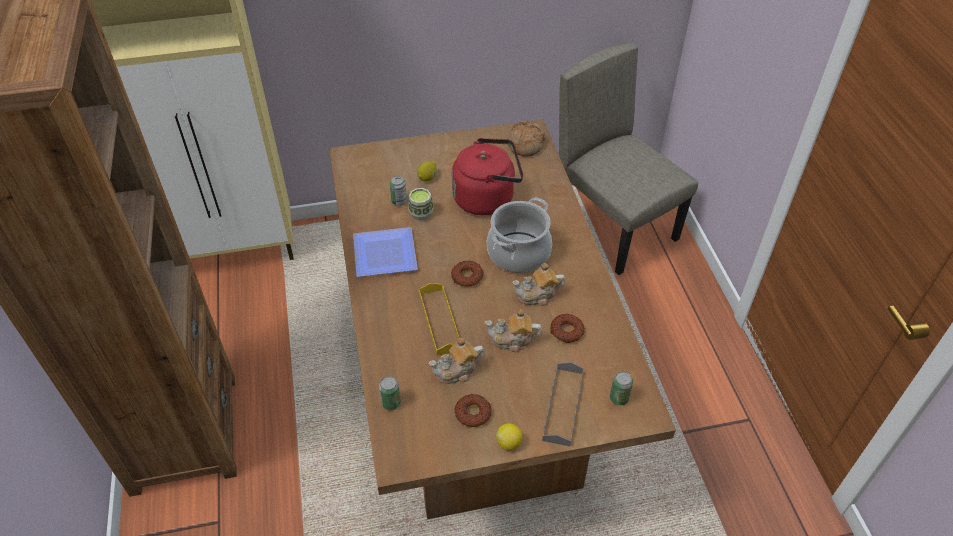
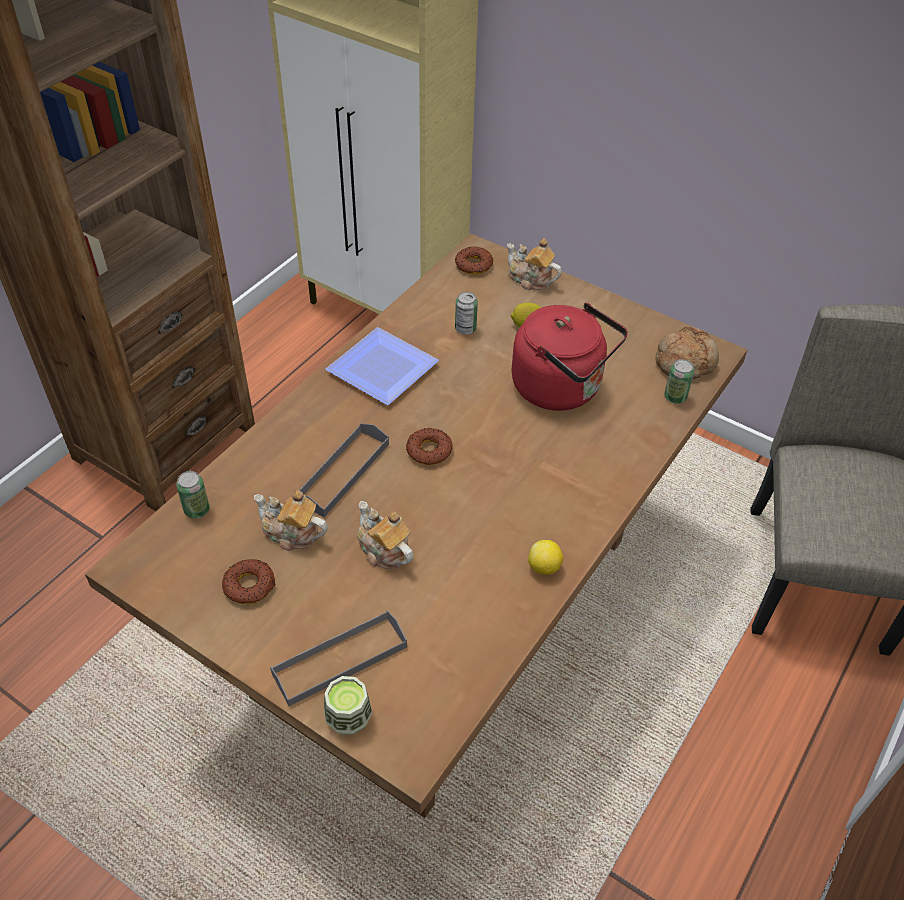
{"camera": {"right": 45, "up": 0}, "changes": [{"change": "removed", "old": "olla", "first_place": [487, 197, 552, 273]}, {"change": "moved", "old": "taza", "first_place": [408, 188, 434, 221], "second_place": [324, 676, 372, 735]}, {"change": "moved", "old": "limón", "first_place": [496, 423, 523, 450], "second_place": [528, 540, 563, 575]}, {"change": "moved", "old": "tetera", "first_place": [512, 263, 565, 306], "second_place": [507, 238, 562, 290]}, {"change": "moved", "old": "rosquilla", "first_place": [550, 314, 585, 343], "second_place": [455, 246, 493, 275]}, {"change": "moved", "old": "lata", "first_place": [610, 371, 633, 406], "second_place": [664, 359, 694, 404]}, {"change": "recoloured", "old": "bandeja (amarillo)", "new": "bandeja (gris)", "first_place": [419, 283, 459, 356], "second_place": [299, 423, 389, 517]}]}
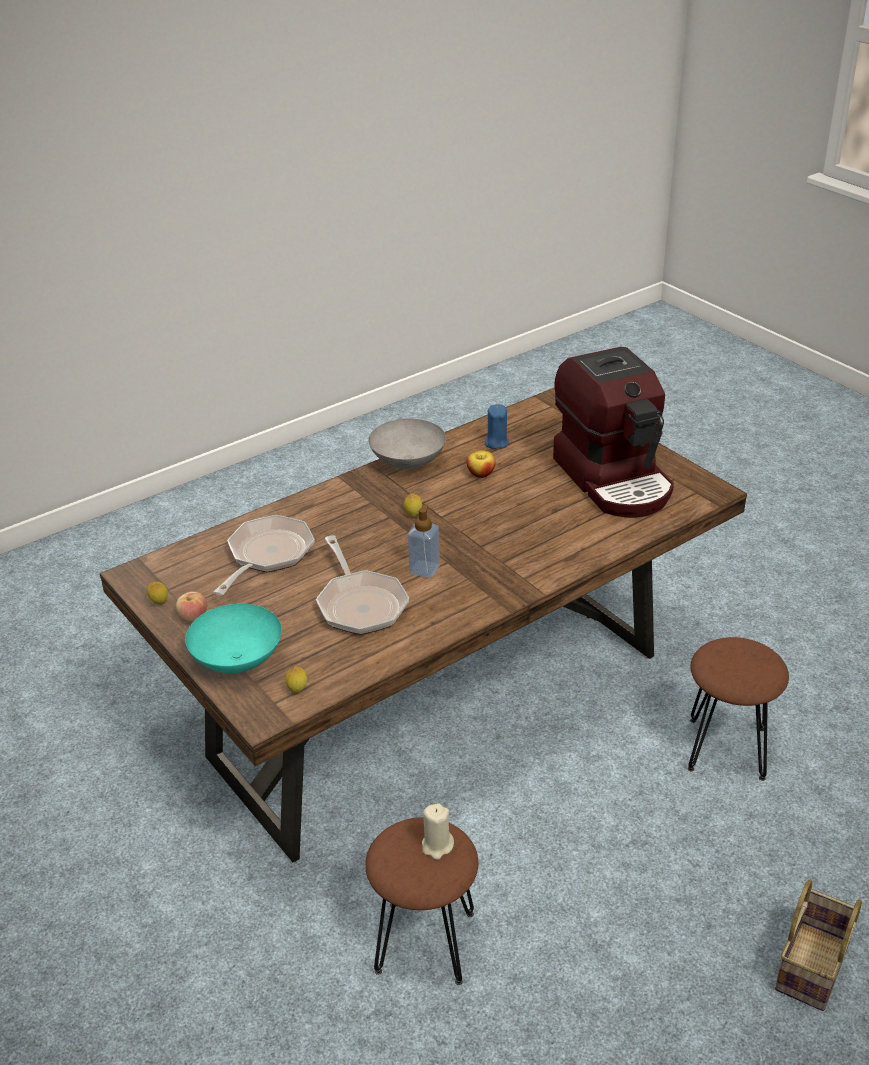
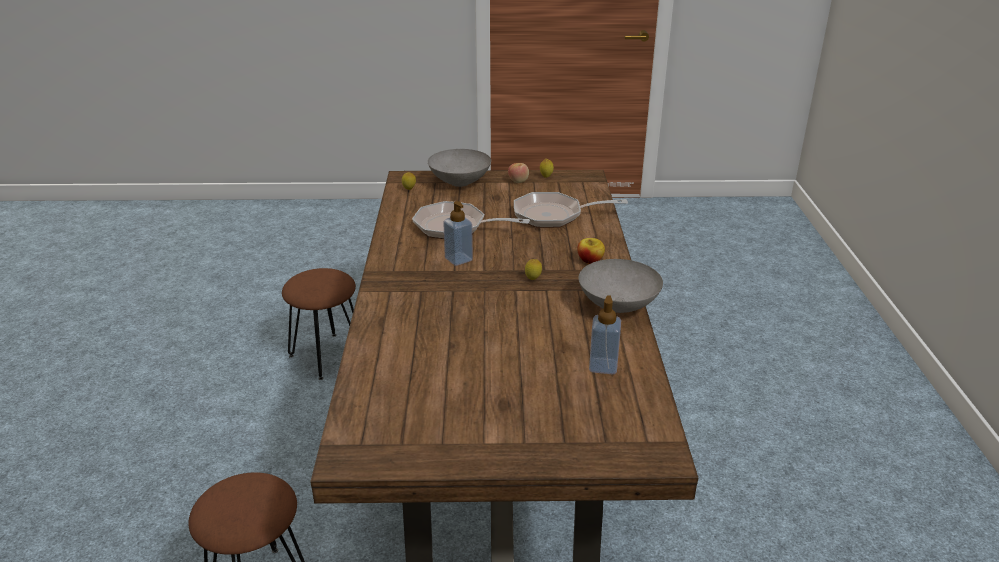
{"camera": {"right": 125, "up": -5}, "changes": [{"change": "removed", "old": "vela (beis)", "first_place": [422, 803, 454, 860]}, {"change": "removed", "old": "cafetera", "first_place": [553, 347, 674, 518]}, {"change": "removed", "old": "cesta", "first_place": [775, 880, 862, 1011]}, {"change": "moved", "old": "manzana", "first_place": [467, 450, 495, 478], "second_place": [577, 238, 605, 264]}, {"change": "replaced", "old": "vela (azul)", "new": "dispensador de jabón", "first_place": [485, 404, 509, 449], "second_place": [589, 295, 621, 374]}, {"change": "recoloured", "old": "cuenco (turquesa)", "new": "cuenco (gris)", "first_place": [185, 603, 282, 673], "second_place": [428, 149, 491, 187]}, {"change": "turned", "old": "sartén", "first_place": [213, 515, 315, 595], "second_place": [514, 192, 628, 228], "degrees": 120}]}
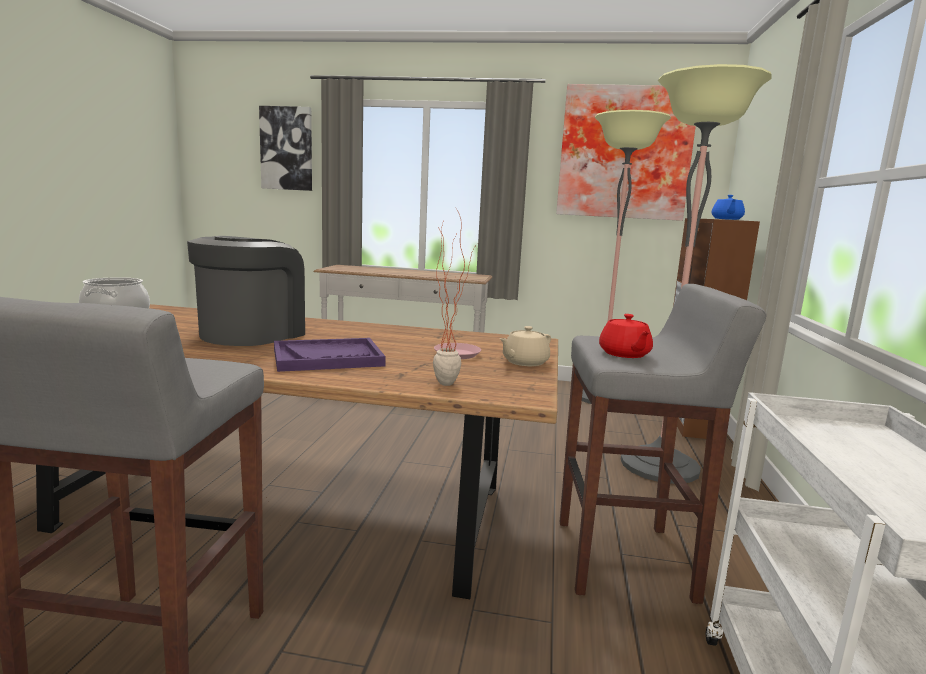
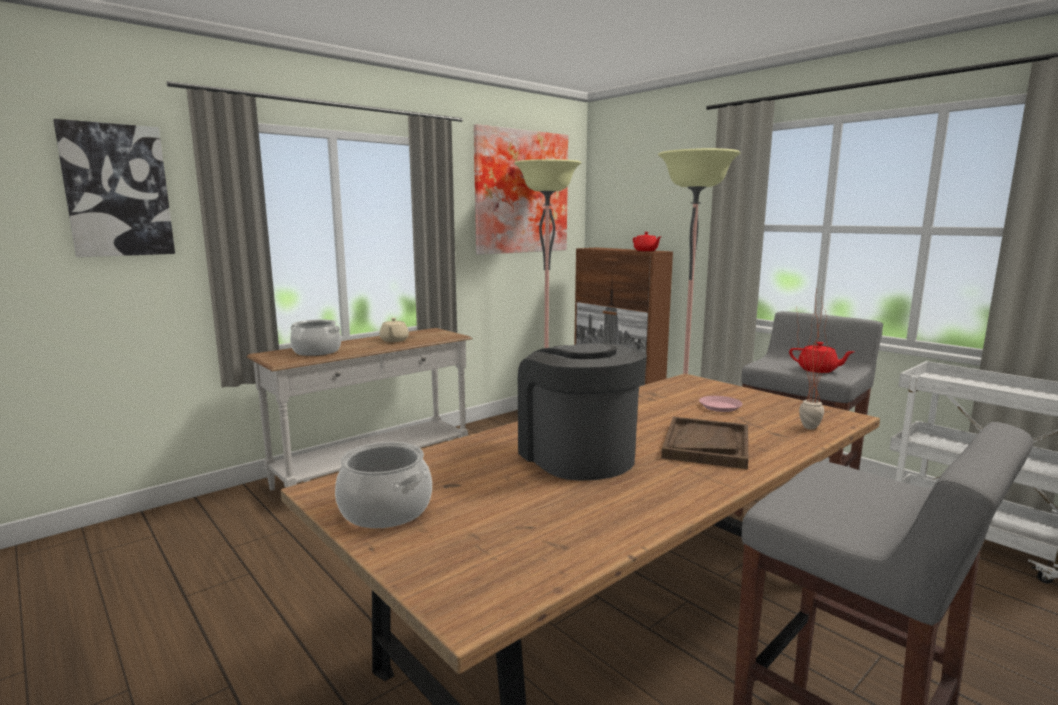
{"camera": {"right": -50, "up": 0}, "changes": [{"change": "added", "new": "olla", "second_place": [290, 319, 341, 356]}, {"change": "moved", "old": "tetera (beis)", "first_place": [500, 326, 551, 366], "second_place": [379, 318, 409, 342]}, {"change": "recoloured", "old": "bandeja (morado)", "new": "bandeja (marrón)", "first_place": [274, 338, 386, 372], "second_place": [661, 417, 748, 469]}, {"change": "recoloured", "old": "tetera (azul)", "new": "tetera (rojo)", "first_place": [712, 195, 745, 220], "second_place": [633, 232, 661, 251]}]}
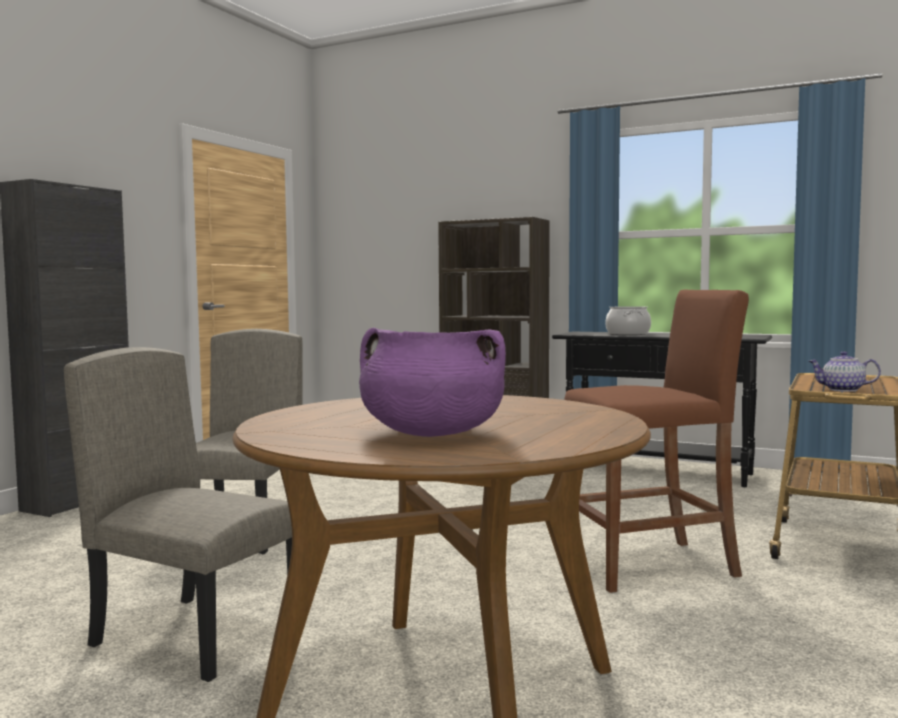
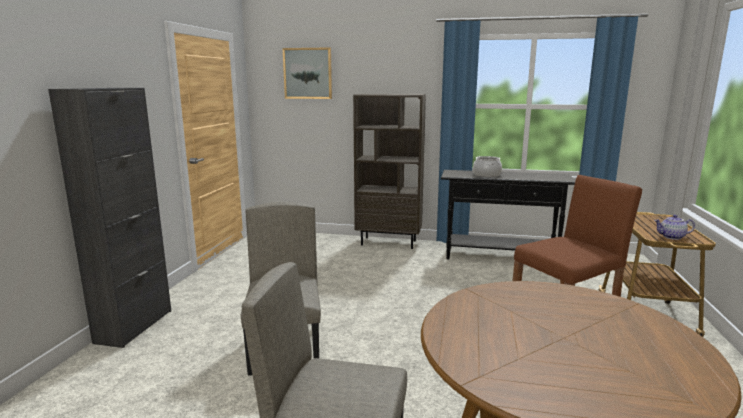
{"camera": {"right": -15, "up": 10}, "changes": [{"change": "removed", "old": "olla (morado)", "first_place": [359, 328, 506, 437]}, {"change": "added", "new": "cuadro", "second_place": [283, 47, 332, 99]}]}
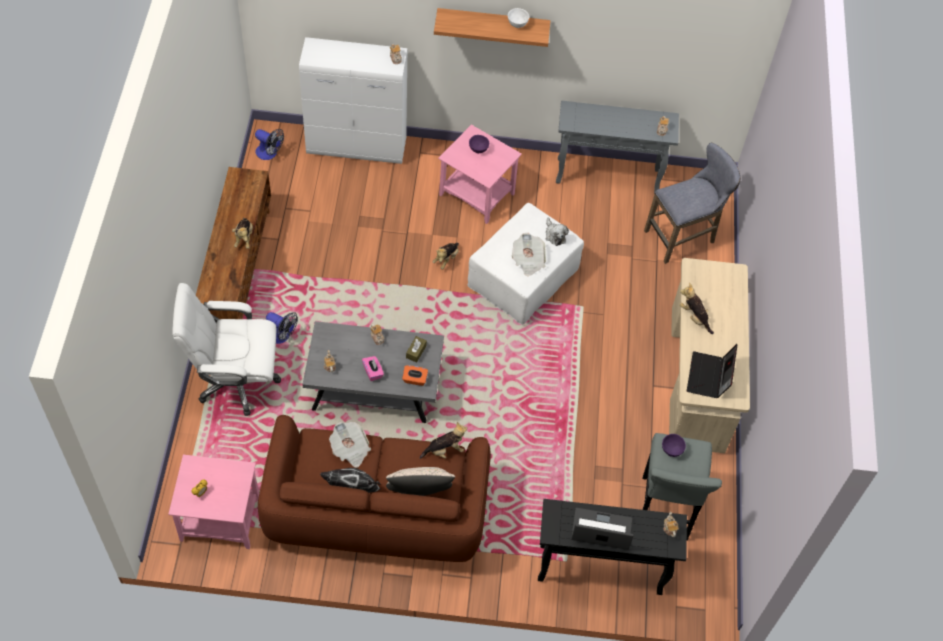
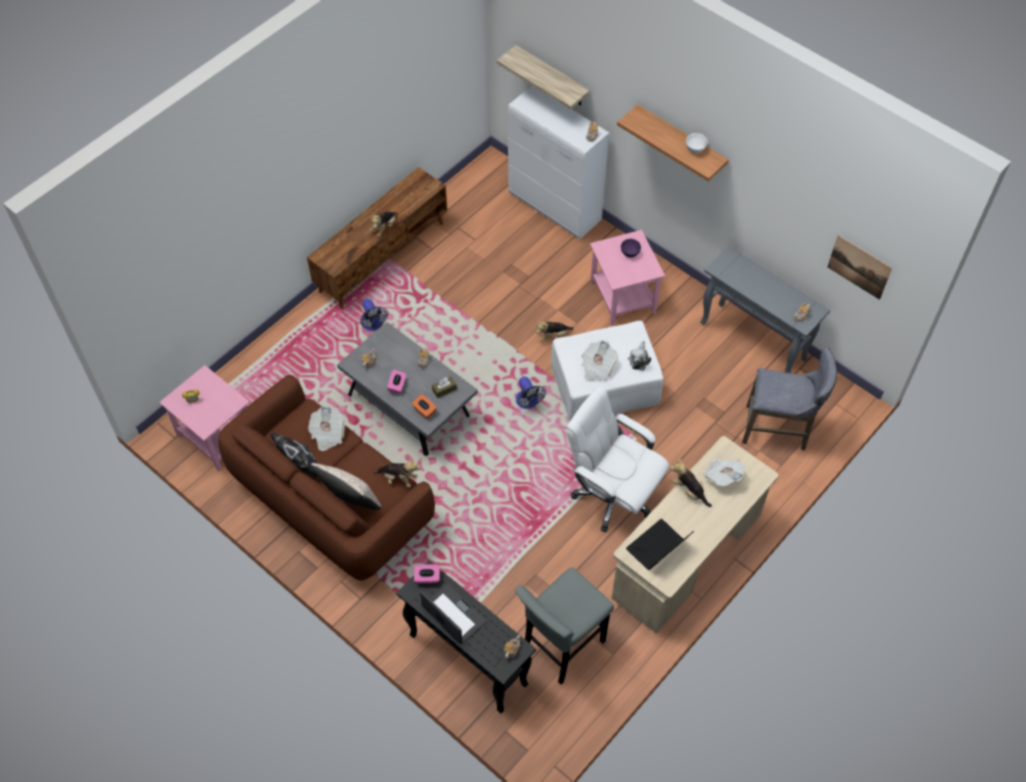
{"camera": {"right": 40, "up": 0}, "changes": [{"change": "removed", "old": "cuenco (morado)", "first_place": [662, 434, 686, 457]}, {"change": "added", "new": "caja de pañuelos (rosa)", "second_place": [414, 564, 440, 584]}, {"change": "added", "new": "estante", "second_place": [497, 45, 590, 109]}, {"change": "added", "new": "periódico", "second_place": [703, 458, 746, 486]}, {"change": "added", "new": "cuadro", "second_place": [828, 235, 892, 300]}, {"change": "moved", "old": "silla de oficina (blanco)", "first_place": [172, 283, 281, 416], "second_place": [566, 385, 670, 532]}, {"change": "moved", "old": "ventilador", "first_place": [255, 129, 284, 160], "second_place": [516, 376, 546, 409]}, {"change": "turned", "old": "peluche", "first_place": [680, 283, 714, 334], "second_place": [670, 459, 712, 507], "degrees": -45}]}
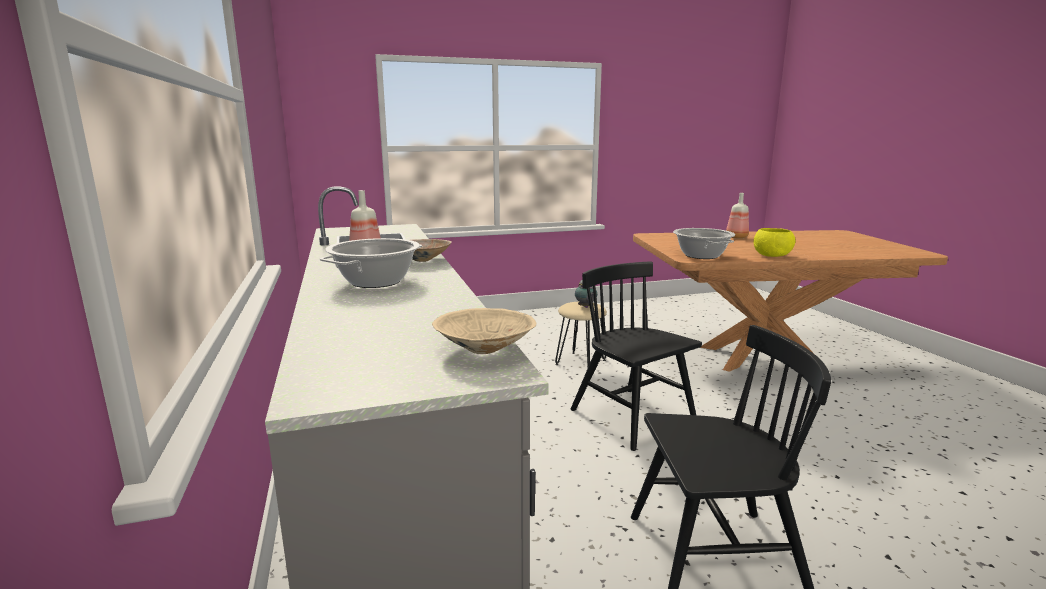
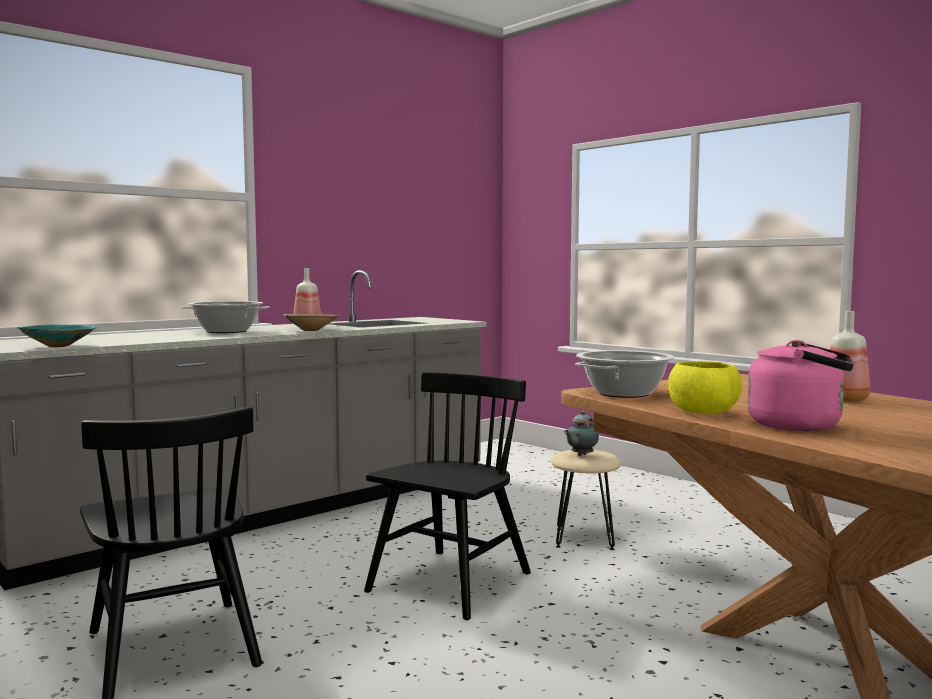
{"camera": {"right": 65, "up": -10}, "changes": [{"change": "added", "new": "hervidor (rosa)", "second_place": [748, 340, 854, 431]}, {"change": "recoloured", "old": "cuenco (beis)", "new": "cuenco (turquesa)", "first_place": [432, 308, 537, 354], "second_place": [17, 324, 96, 347]}]}
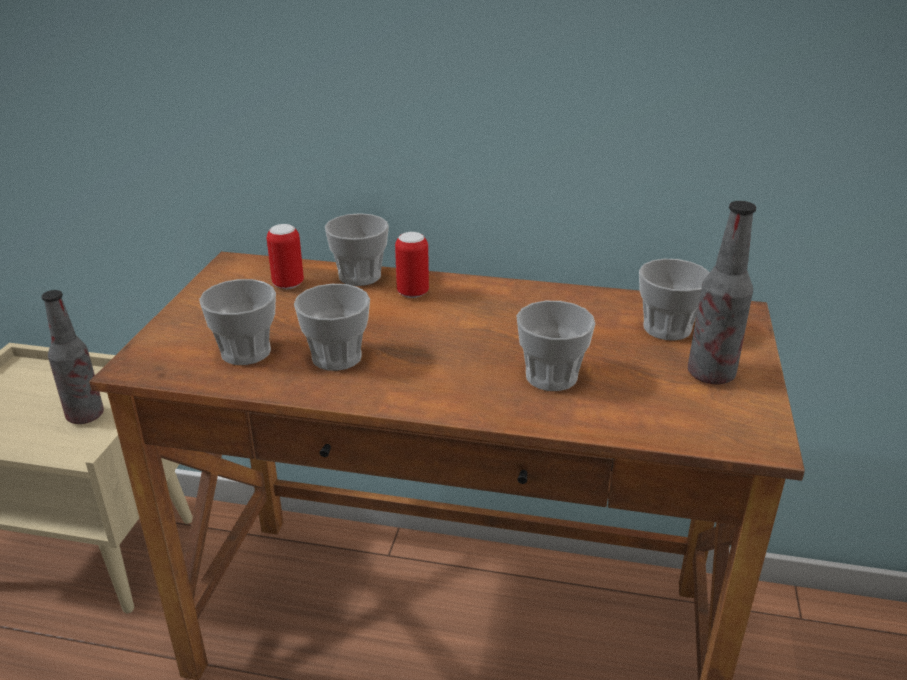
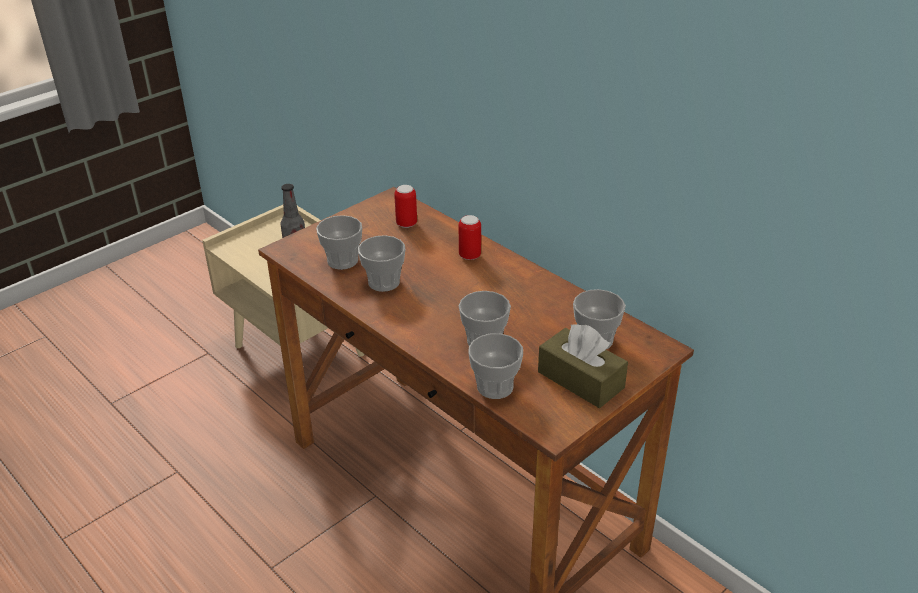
{"camera": {"right": 35, "up": 5}, "changes": [{"change": "moved", "old": "taza", "first_place": [325, 213, 389, 286], "second_place": [469, 333, 523, 399]}, {"change": "replaced", "old": "botella", "new": "caja de pañuelos (marrón)", "first_place": [688, 201, 756, 385], "second_place": [538, 324, 628, 408]}]}
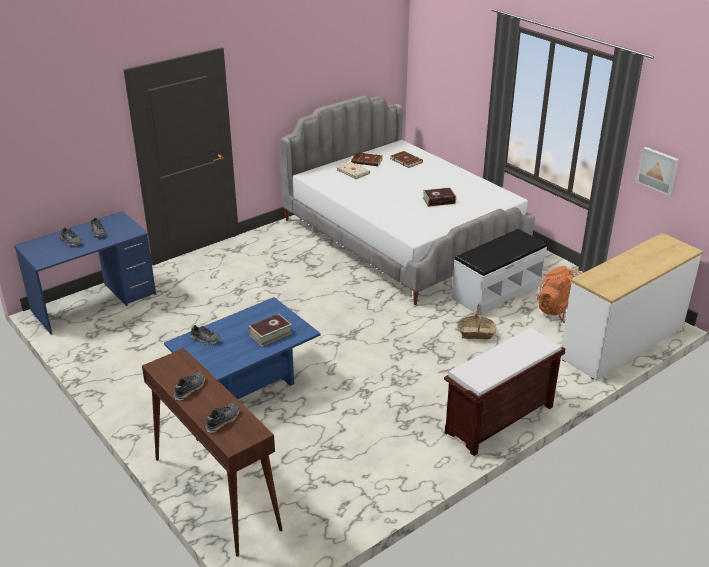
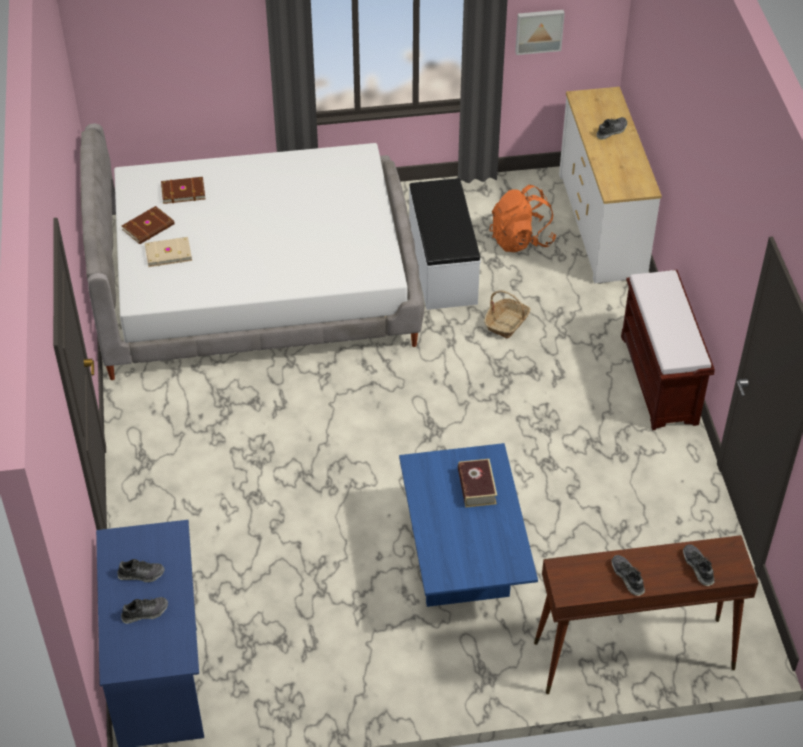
{"camera": {"right": -60, "up": 15}, "changes": [{"change": "removed", "old": "libro", "first_place": [423, 187, 456, 207]}, {"change": "moved", "old": "zapato", "first_place": [190, 325, 221, 345], "second_place": [597, 117, 627, 140]}]}
